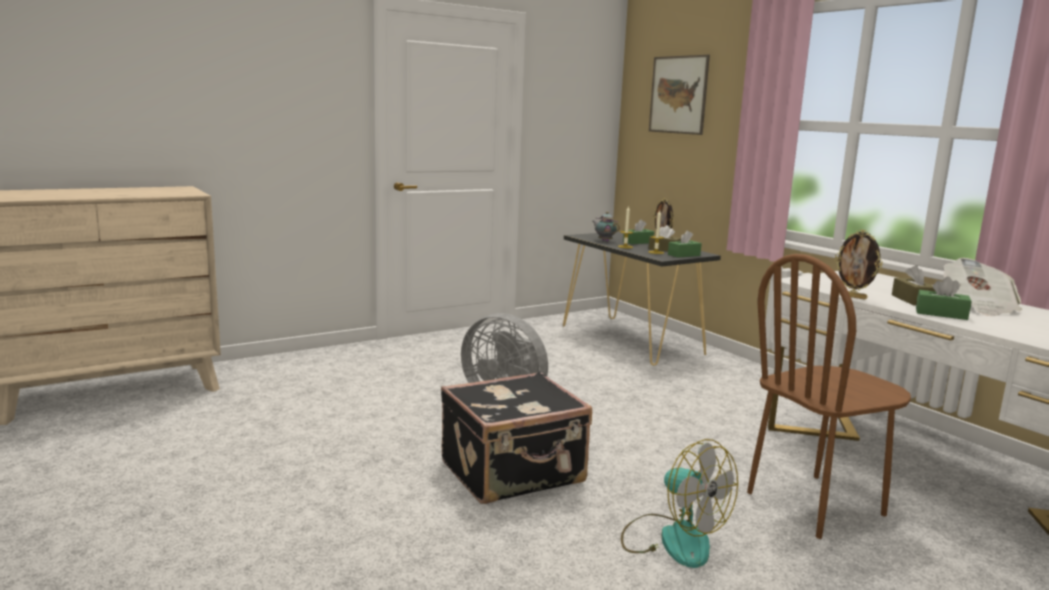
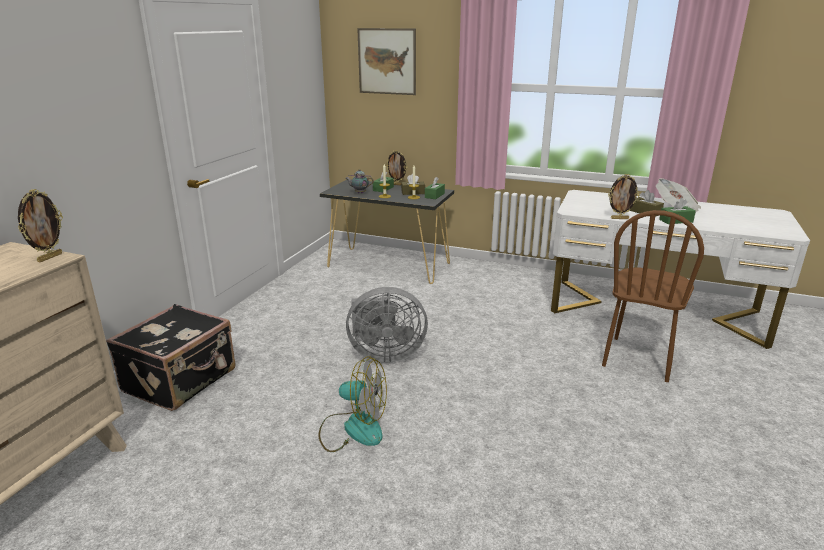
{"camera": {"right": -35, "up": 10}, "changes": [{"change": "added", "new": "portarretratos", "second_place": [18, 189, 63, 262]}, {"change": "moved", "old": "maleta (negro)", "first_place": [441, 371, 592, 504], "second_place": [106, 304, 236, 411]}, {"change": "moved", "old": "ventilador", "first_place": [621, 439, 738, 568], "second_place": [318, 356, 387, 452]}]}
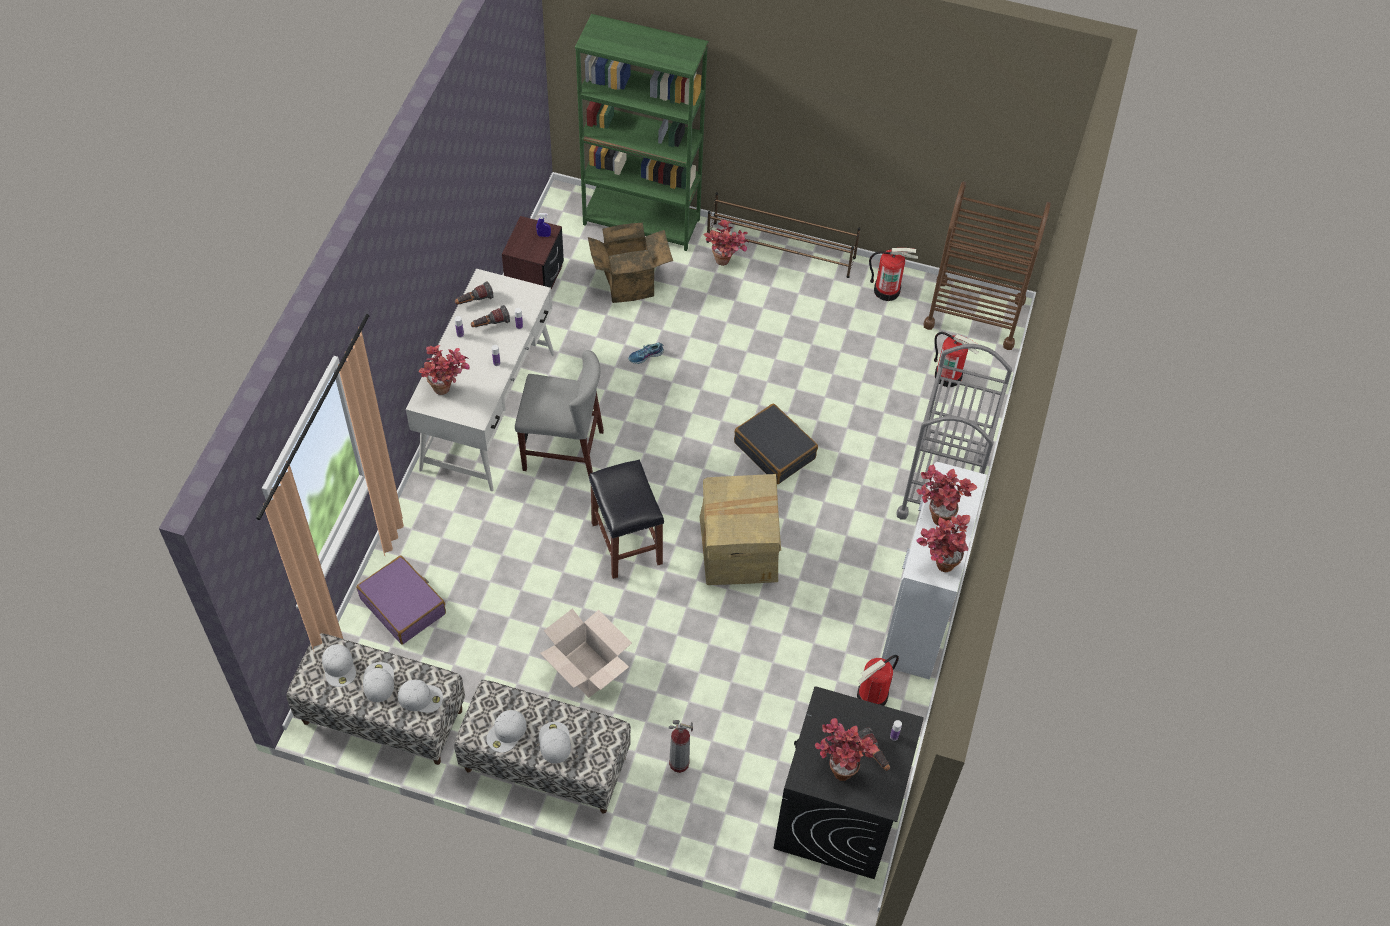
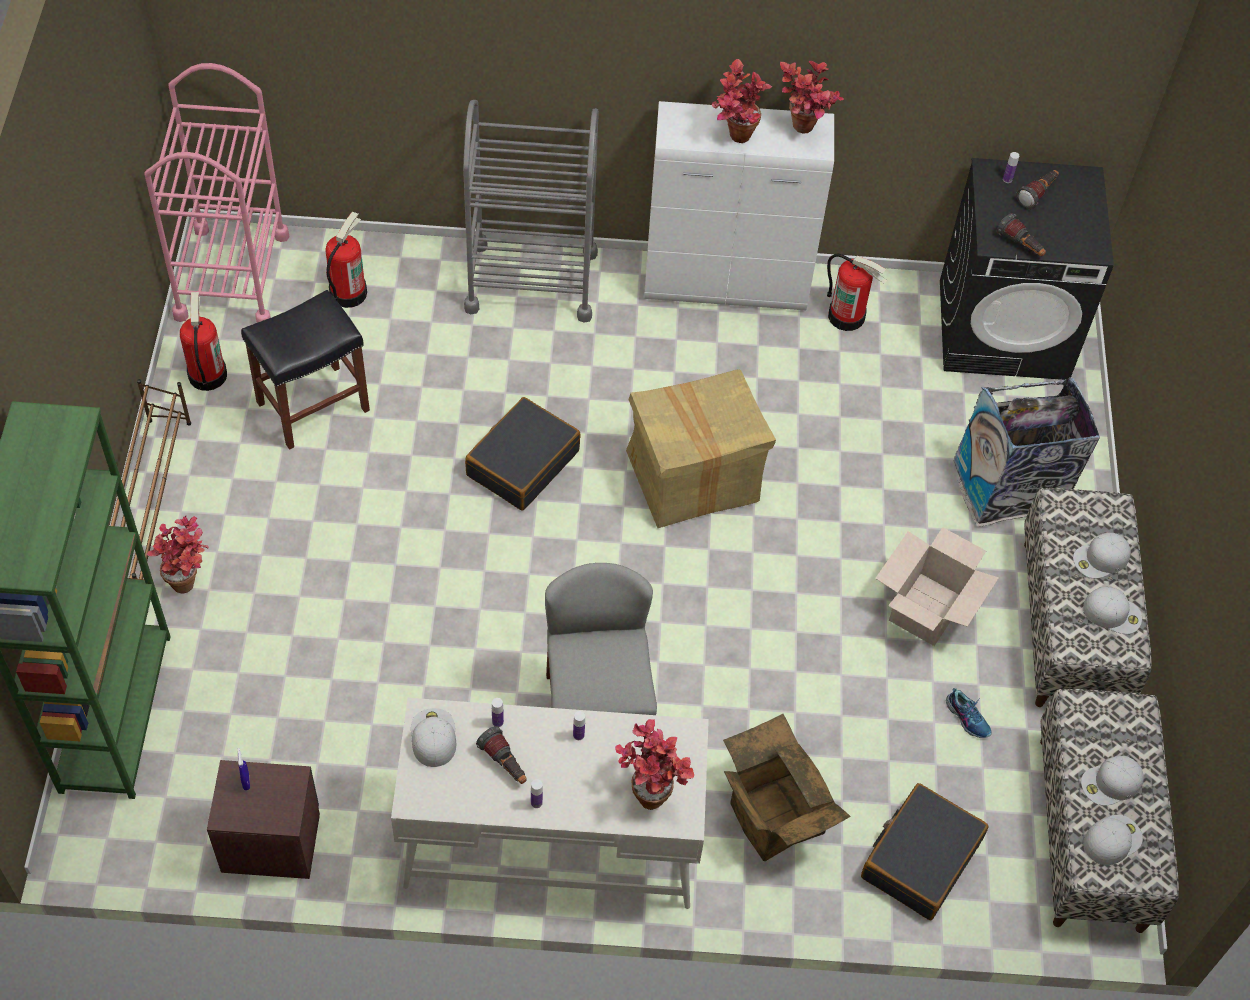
{"camera": {"right": -105, "up": 0}, "changes": [{"change": "removed", "old": "planta en maceta", "first_place": [815, 718, 879, 781]}, {"change": "moved", "old": "gorra (blanco)", "first_place": [398, 680, 443, 713], "second_place": [411, 708, 456, 767]}, {"change": "moved", "old": "linterna", "first_place": [455, 282, 494, 304], "second_place": [997, 213, 1046, 256]}, {"change": "moved", "old": "caja de cartón", "first_place": [588, 223, 673, 303], "second_place": [723, 714, 851, 861]}, {"change": "moved", "old": "taburete (negro)", "first_place": [589, 460, 664, 579], "second_place": [241, 290, 370, 450]}, {"change": "moved", "old": "zapato", "first_place": [628, 342, 664, 364], "second_place": [946, 688, 991, 738]}, {"change": "replaced", "old": "extintor", "new": "papelera", "first_place": [669, 720, 693, 773], "second_place": [954, 377, 1100, 527]}, {"change": "recoloured", "old": "maleta (morado)", "new": "maleta (negro)", "first_place": [357, 556, 446, 645], "second_place": [861, 783, 989, 920]}, {"change": "recoloured", "old": "carrito (marrón)", "new": "carrito (rosa)", "first_place": [923, 181, 1051, 350], "second_place": [145, 63, 289, 323]}]}
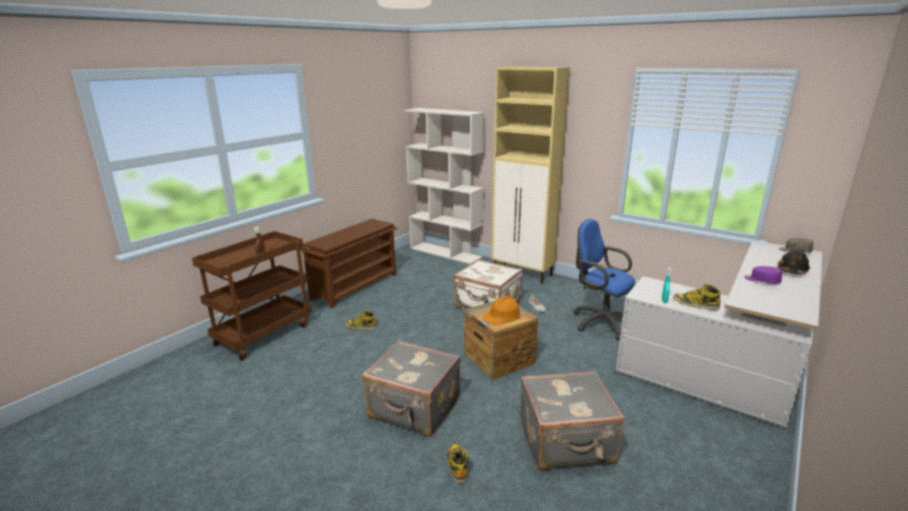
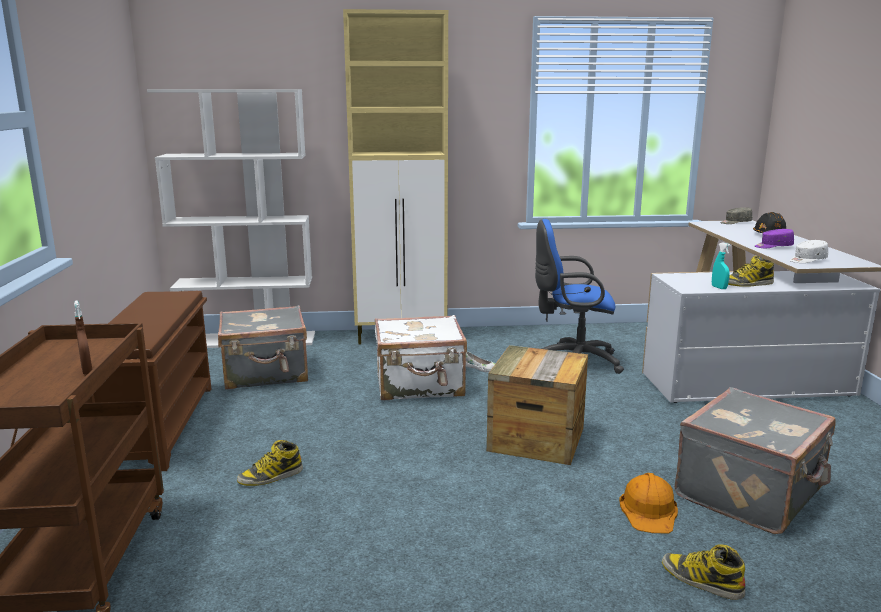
{"camera": {"right": -40, "up": -5}, "changes": [{"change": "added", "new": "gorra (blanco)", "second_place": [789, 240, 828, 263]}, {"change": "moved", "old": "maleta (gris)", "first_place": [362, 341, 461, 437], "second_place": [218, 305, 308, 390]}, {"change": "moved", "old": "casco (naranja)", "first_place": [483, 296, 521, 325], "second_place": [619, 473, 678, 533]}]}
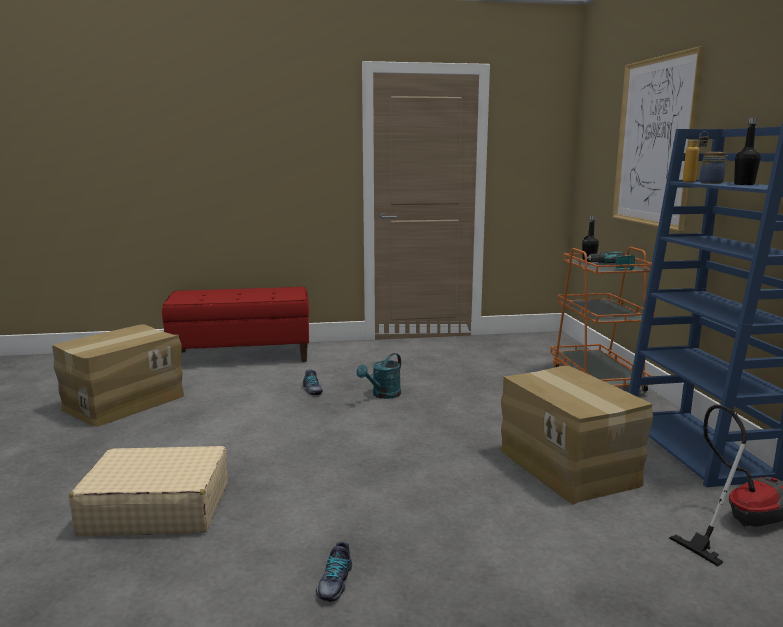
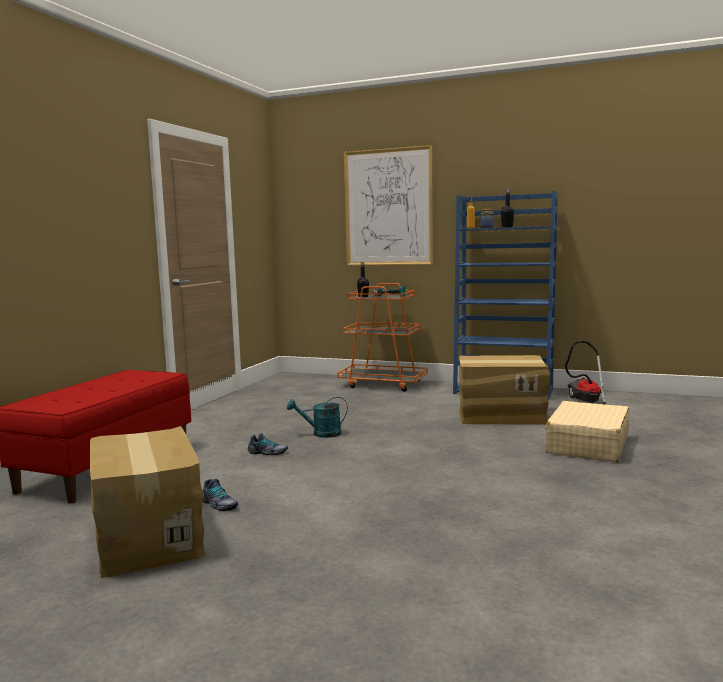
{"camera": {"right": -60, "up": -5}, "changes": [{"change": "moved", "old": "maleta (beis)", "first_place": [69, 446, 228, 536], "second_place": [545, 401, 629, 462]}, {"change": "moved", "old": "zapato", "first_place": [316, 541, 352, 602], "second_place": [203, 479, 238, 511]}, {"change": "turned", "old": "regadera (turquesa)", "first_place": [356, 353, 401, 399], "second_place": [287, 397, 348, 438], "degrees": 105}]}
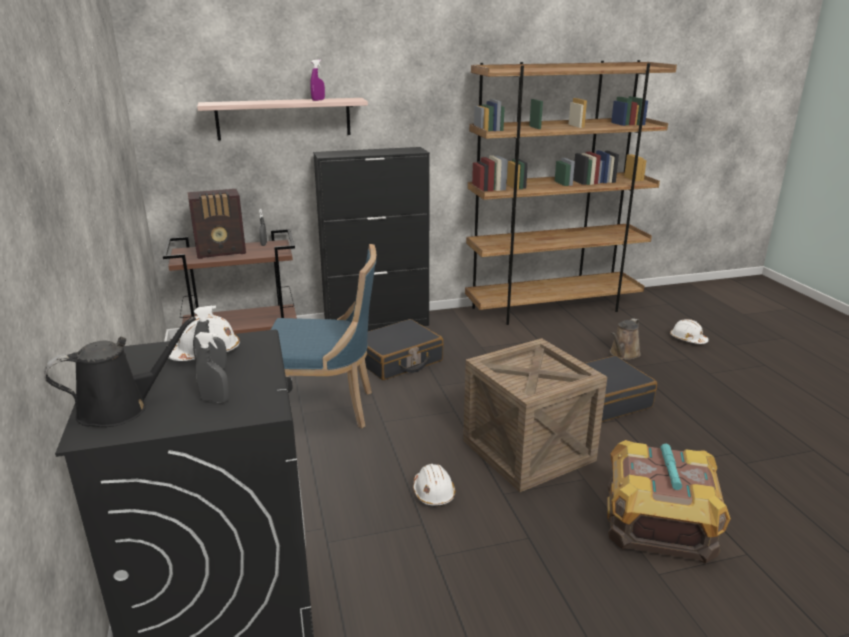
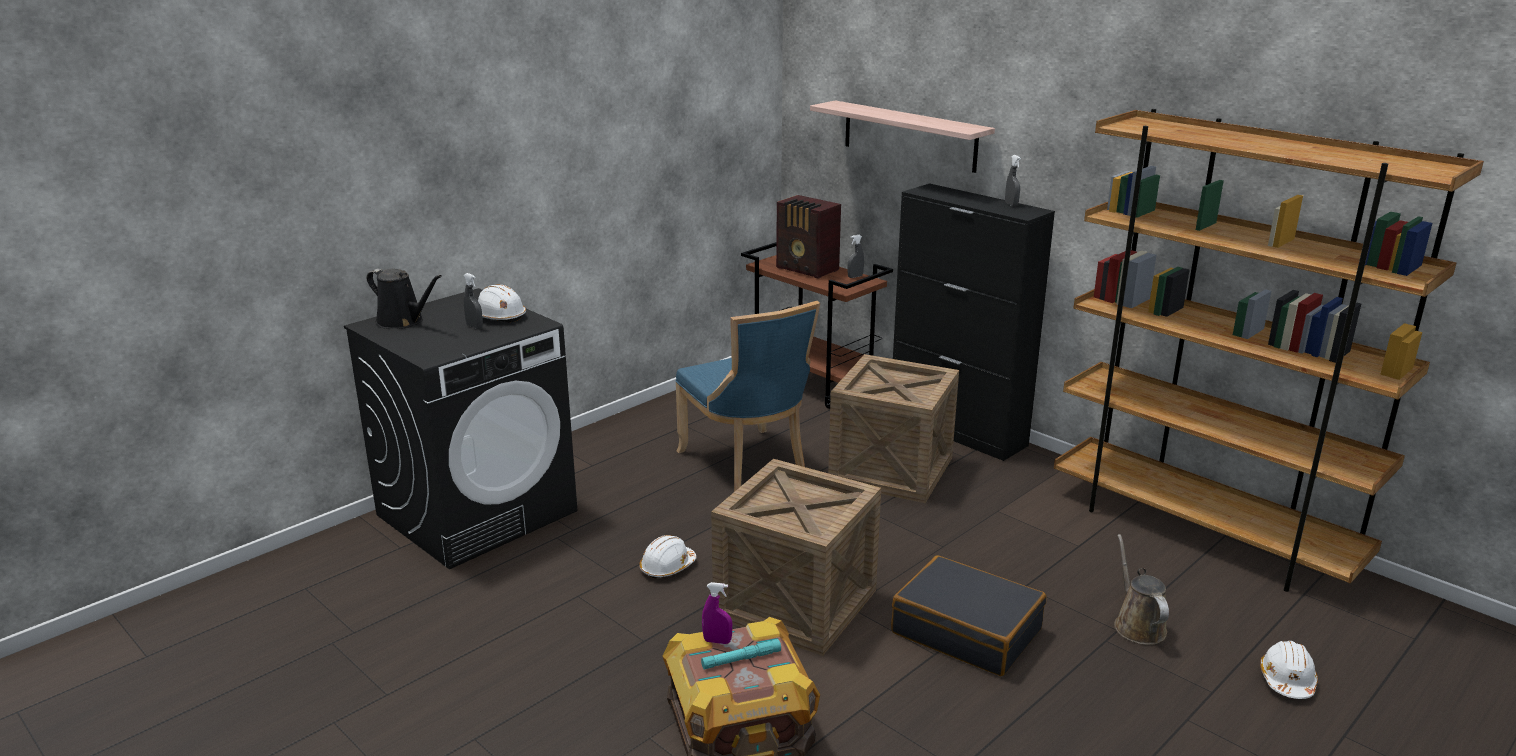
{"camera": {"right": 60, "up": 0}, "changes": [{"change": "moved", "old": "pulverizador (gris)", "first_place": [195, 332, 229, 403], "second_place": [1005, 155, 1021, 207]}, {"change": "moved", "old": "pulverizador (morado)", "first_place": [310, 59, 325, 101], "second_place": [702, 582, 732, 644]}, {"change": "replaced", "old": "maleta (negro)", "new": "caja de embalaje", "first_place": [365, 319, 443, 380], "second_place": [828, 354, 959, 503]}, {"change": "turned", "old": "regadera (marrón)", "first_place": [610, 318, 641, 360], "second_place": [1114, 534, 1169, 645], "degrees": 75}]}
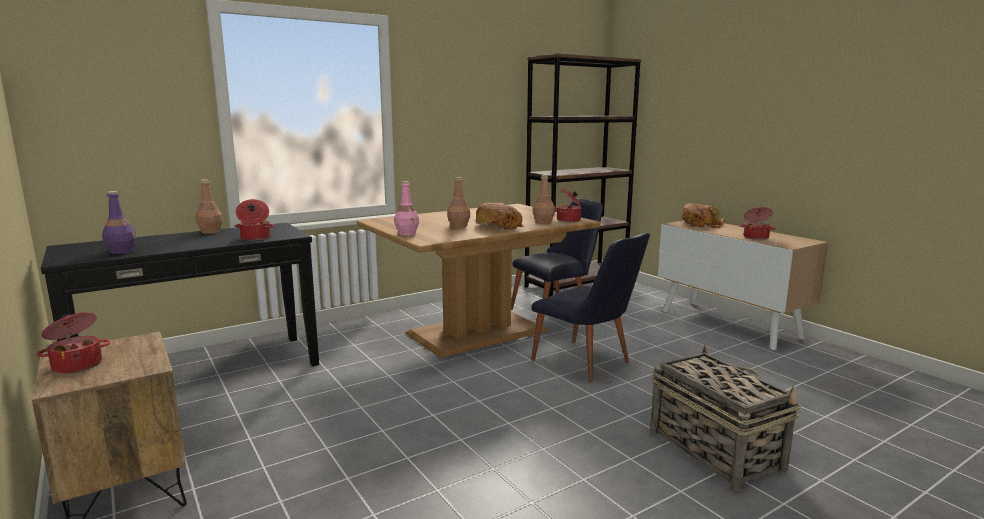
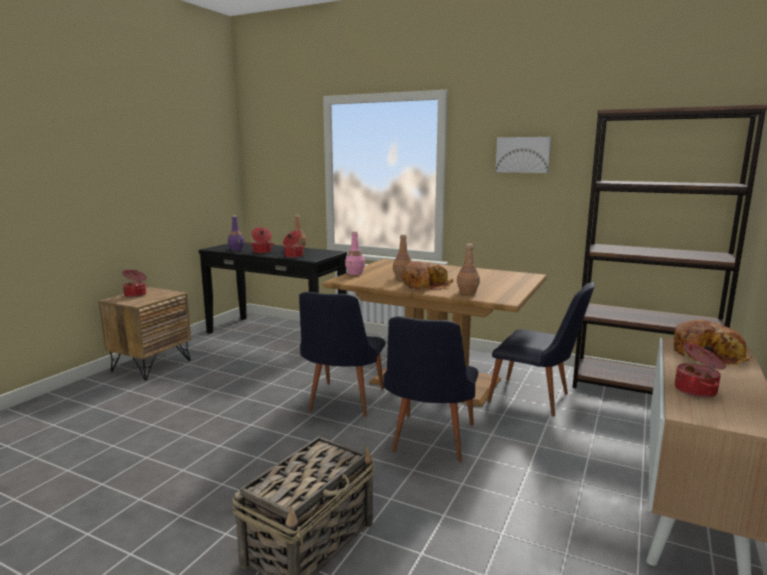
{"camera": {"right": 60, "up": 0}, "changes": [{"change": "added", "new": "silla (negro)", "second_place": [299, 292, 385, 417]}, {"change": "added", "new": "cuadro", "second_place": [495, 137, 551, 173]}, {"change": "moved", "old": "olla", "first_place": [556, 188, 581, 222], "second_place": [249, 227, 275, 253]}]}
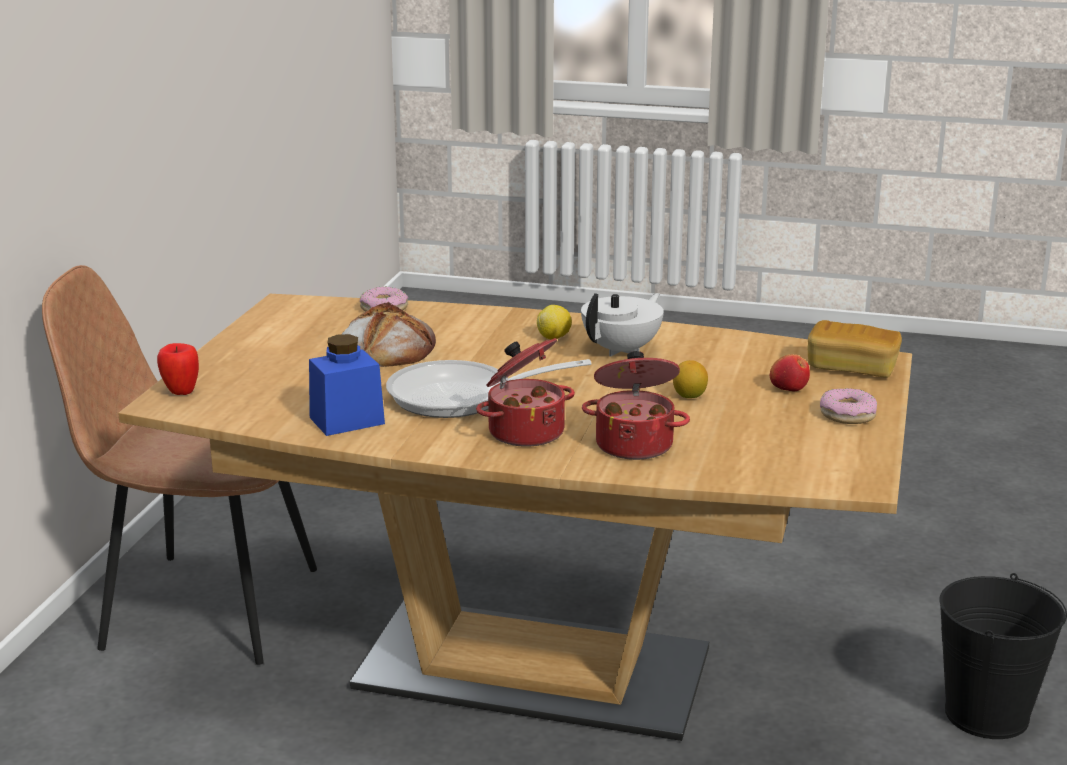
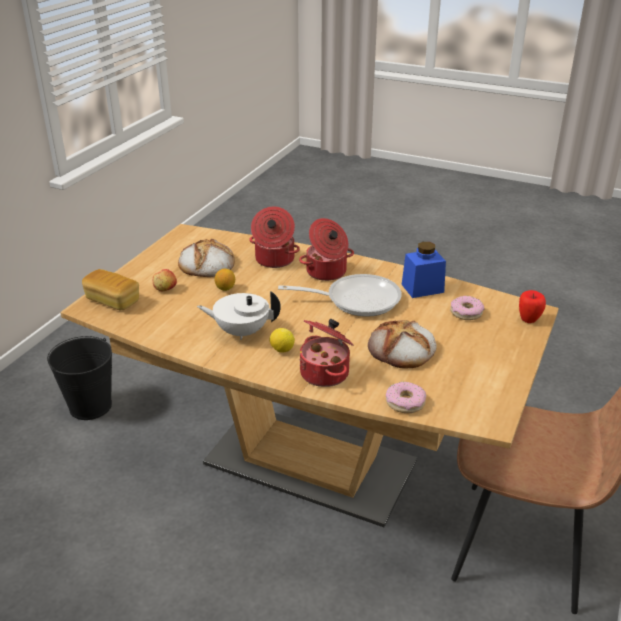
{"camera": {"right": -170, "up": 10}, "changes": [{"change": "added", "new": "pan", "second_place": [178, 239, 235, 277]}, {"change": "added", "new": "olla", "second_place": [300, 319, 354, 387]}, {"change": "moved", "old": "rosquilla", "first_place": [820, 388, 877, 424], "second_place": [450, 296, 485, 320]}, {"change": "turned", "old": "tetera (blanco)", "first_place": [581, 293, 664, 356], "second_place": [197, 291, 281, 340], "degrees": 45}]}
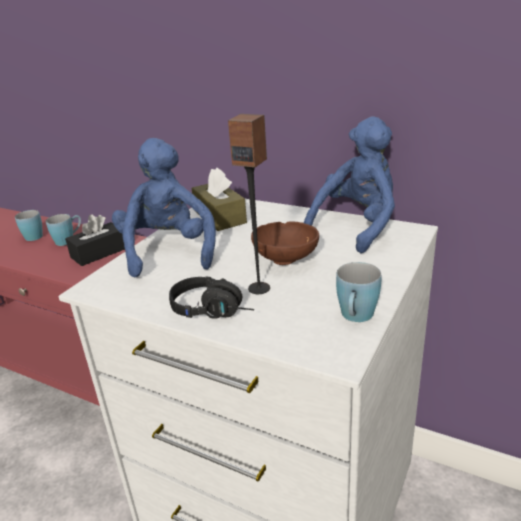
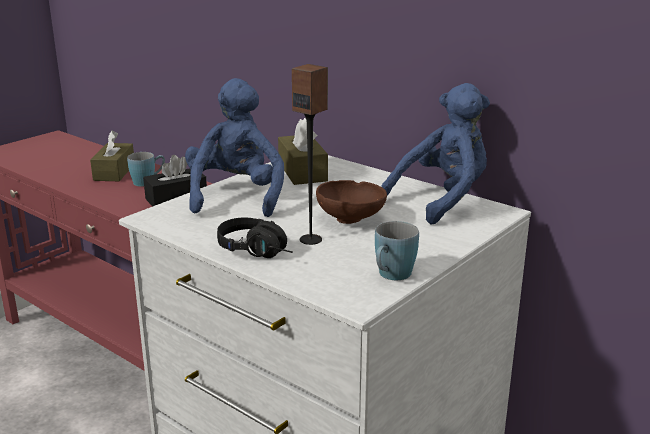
{"camera": {"right": 10, "up": -5}, "changes": [{"change": "replaced", "old": "taza grande (azul)", "new": "caja de pañuelos (marrón)", "first_place": [15, 210, 43, 241], "second_place": [90, 130, 134, 181]}]}
